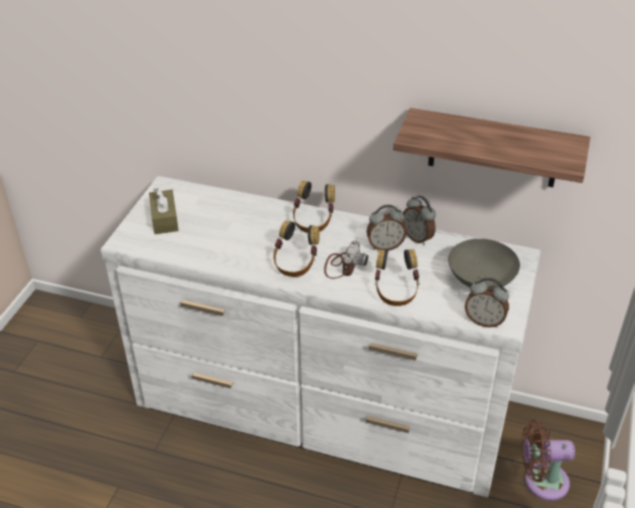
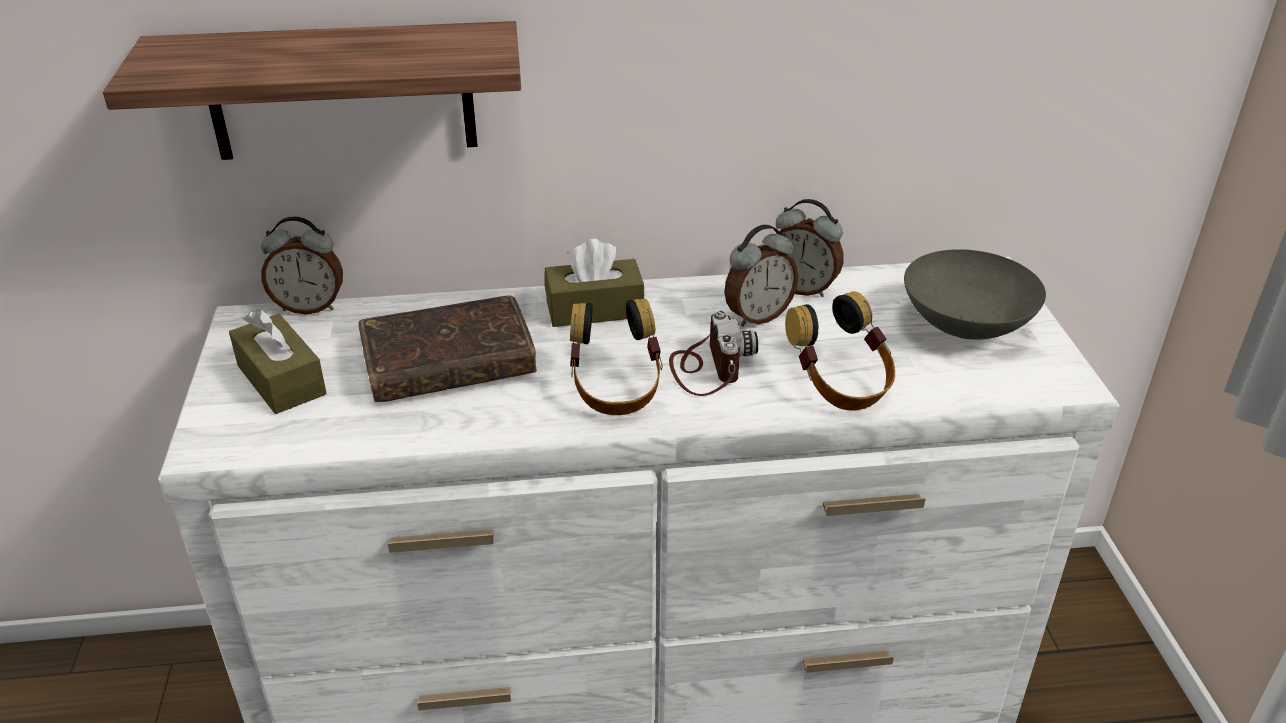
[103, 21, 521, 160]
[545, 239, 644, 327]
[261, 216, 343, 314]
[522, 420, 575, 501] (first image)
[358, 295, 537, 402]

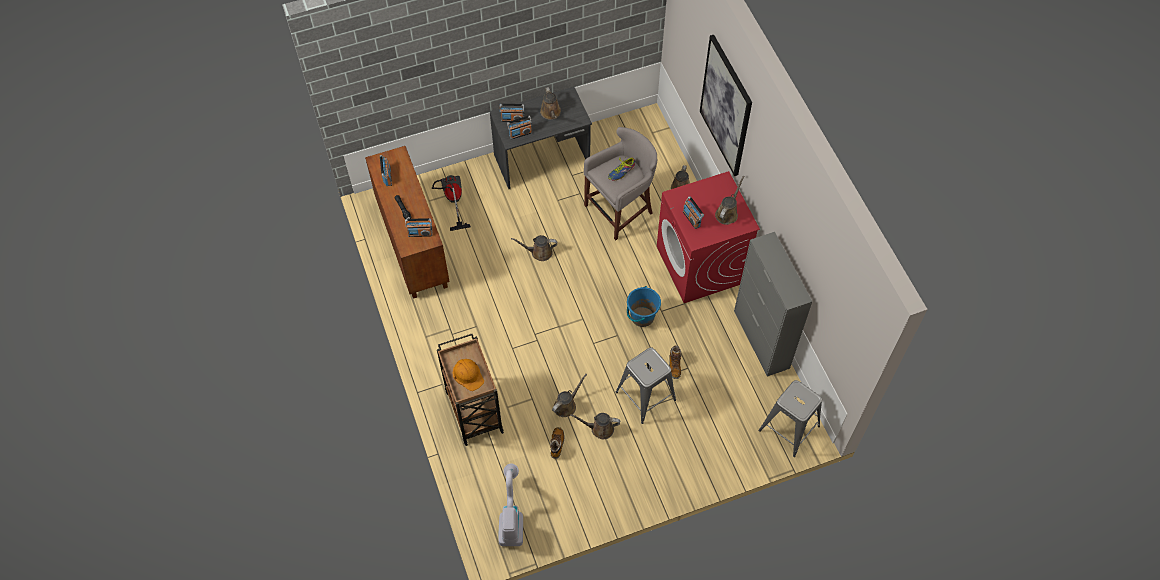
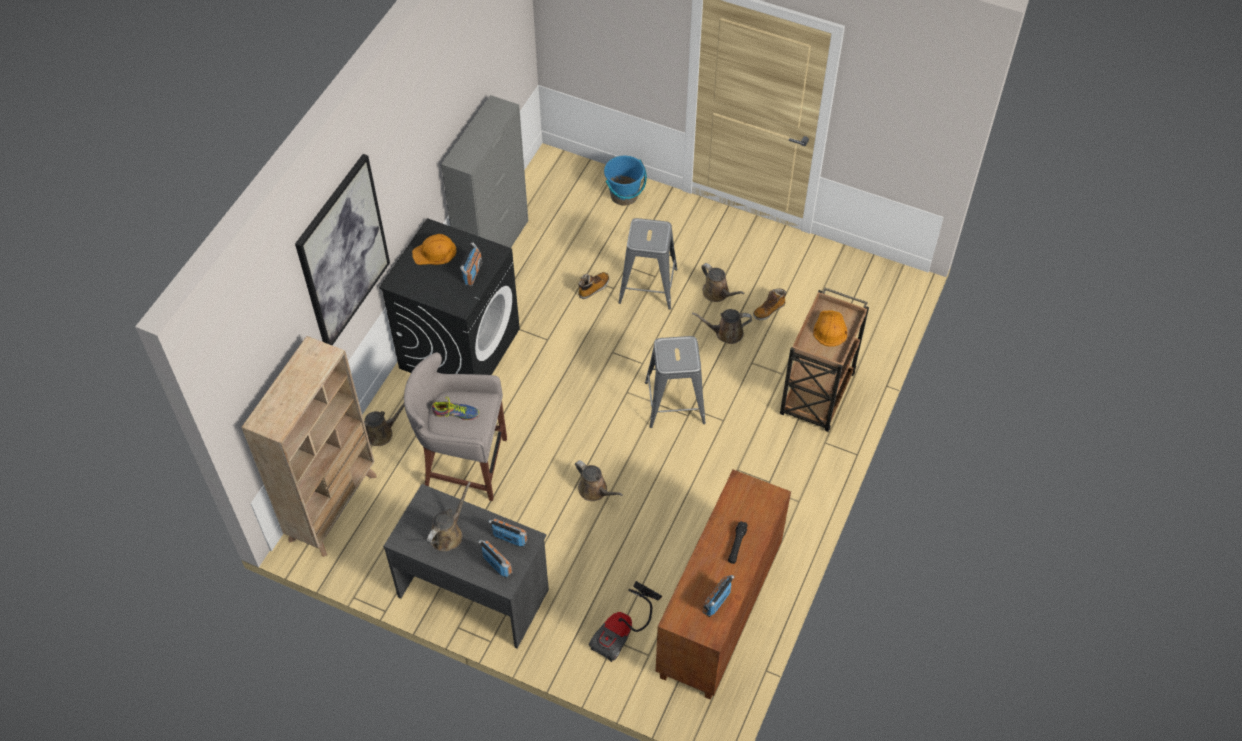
[379, 218, 520, 375]
[412, 234, 457, 265]
[405, 218, 432, 237] (first image)
[604, 156, 647, 206]
[645, 336, 706, 428]
[498, 464, 523, 546] (first image)
[242, 336, 377, 557]

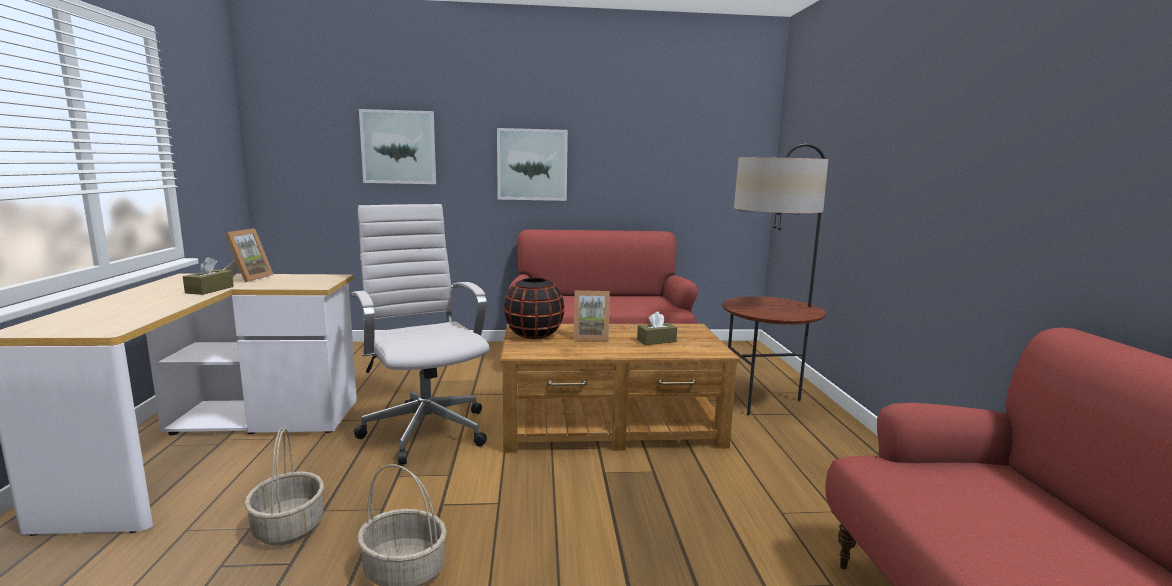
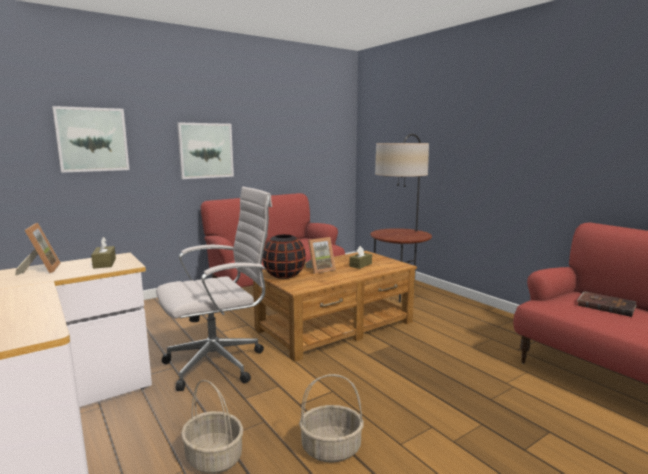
[156, 187, 272, 391]
[91, 237, 116, 269]
[577, 292, 637, 317]

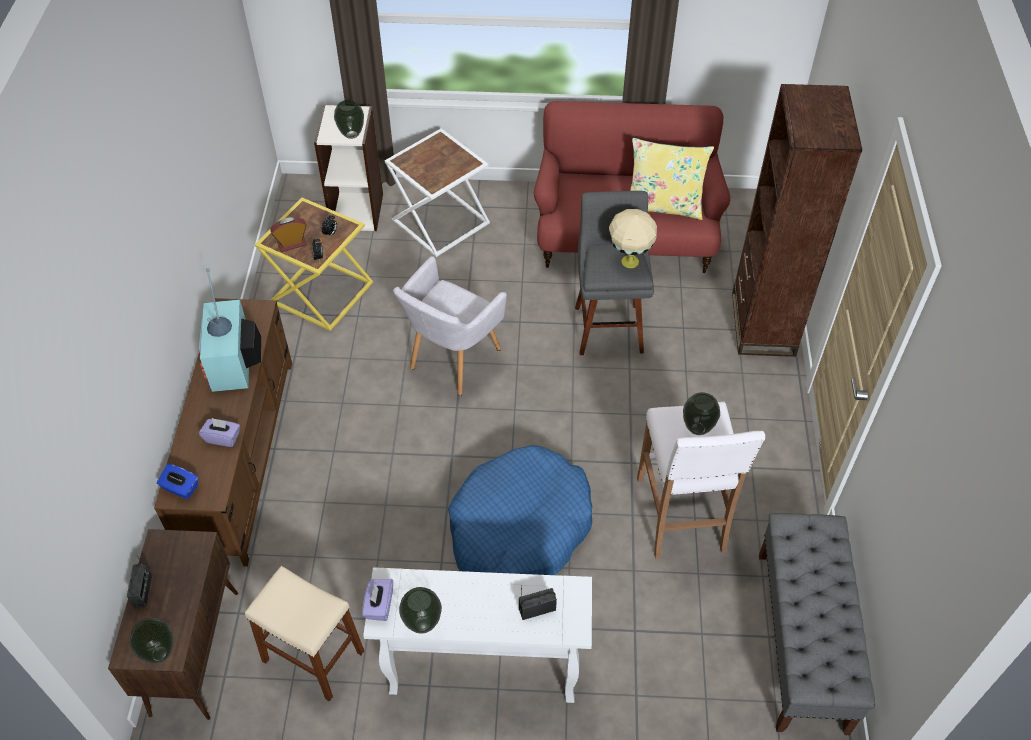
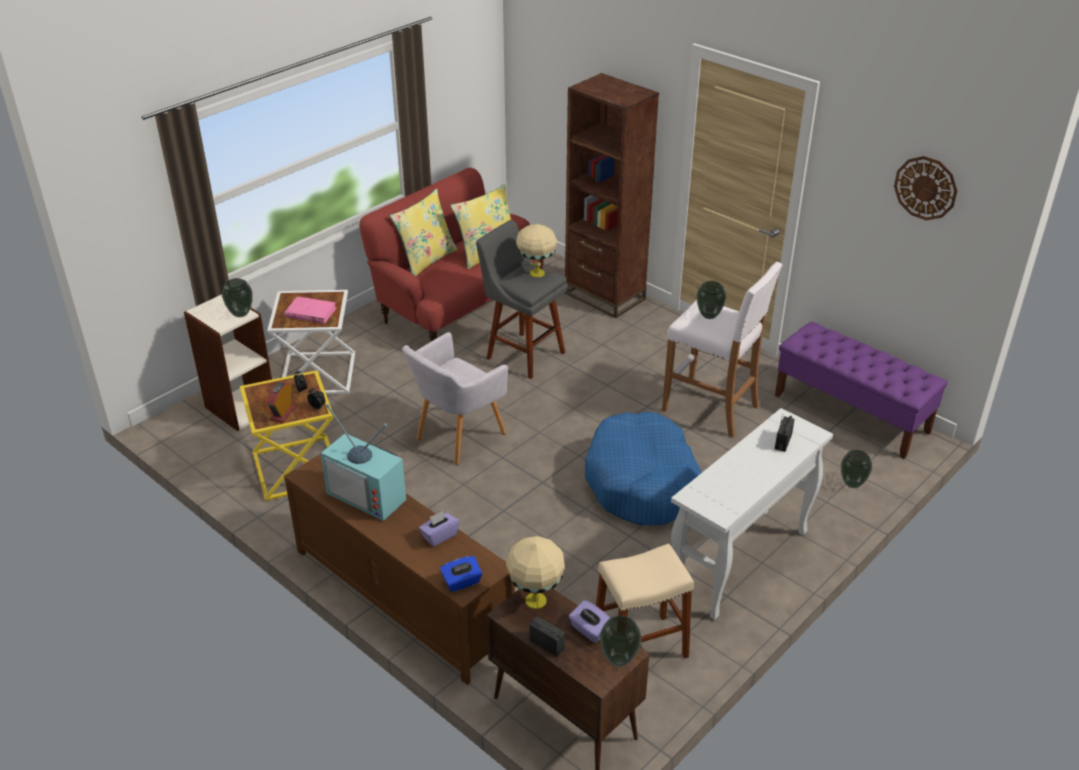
[402, 332, 508, 465]
[775, 322, 948, 459]
[569, 600, 610, 643]
[841, 450, 872, 488]
[894, 156, 958, 220]
[390, 189, 458, 276]
[284, 296, 337, 324]
[506, 536, 565, 609]

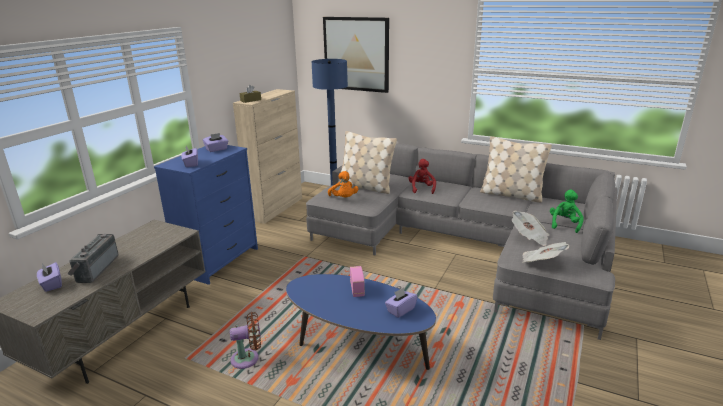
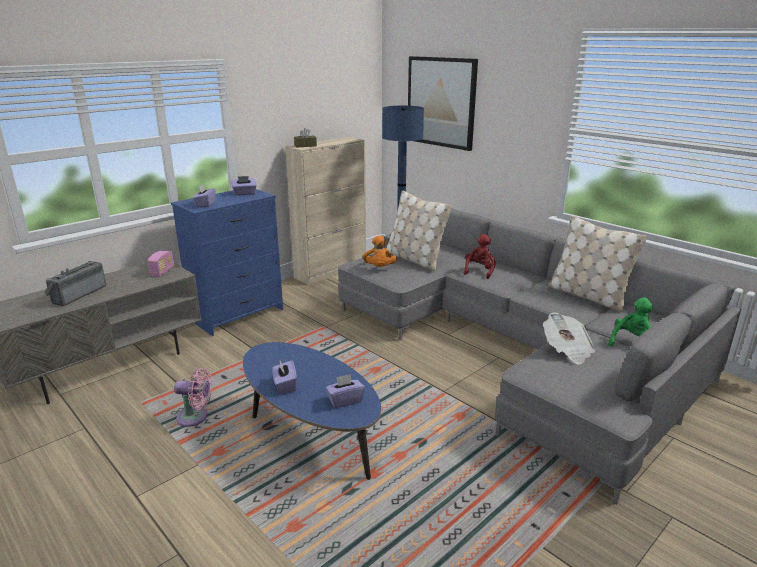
[522, 242, 569, 263] (first image)
[272, 360, 297, 394]
[147, 251, 174, 277]
[174, 368, 212, 427]

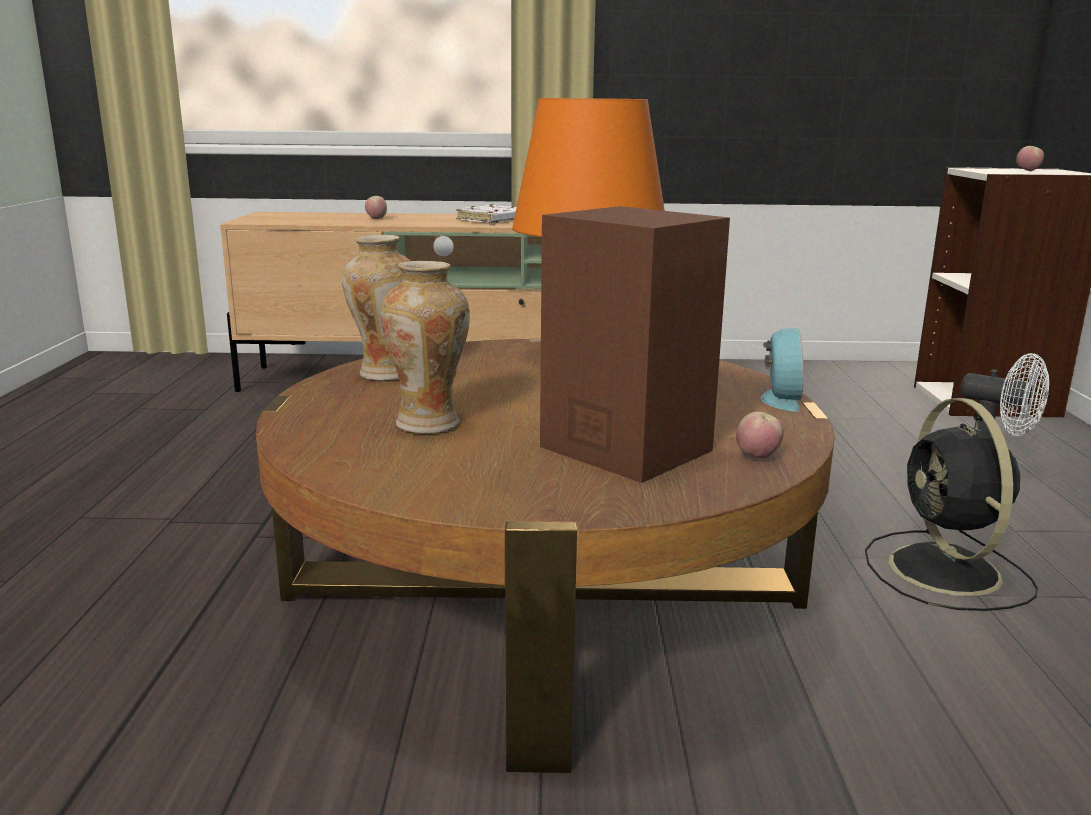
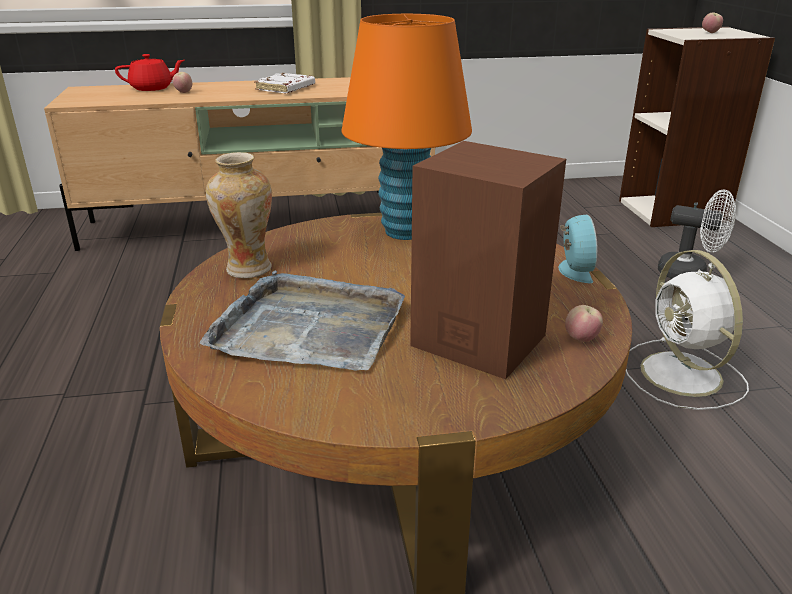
[200, 271, 405, 370]
[626, 250, 749, 410]
[115, 54, 184, 91]

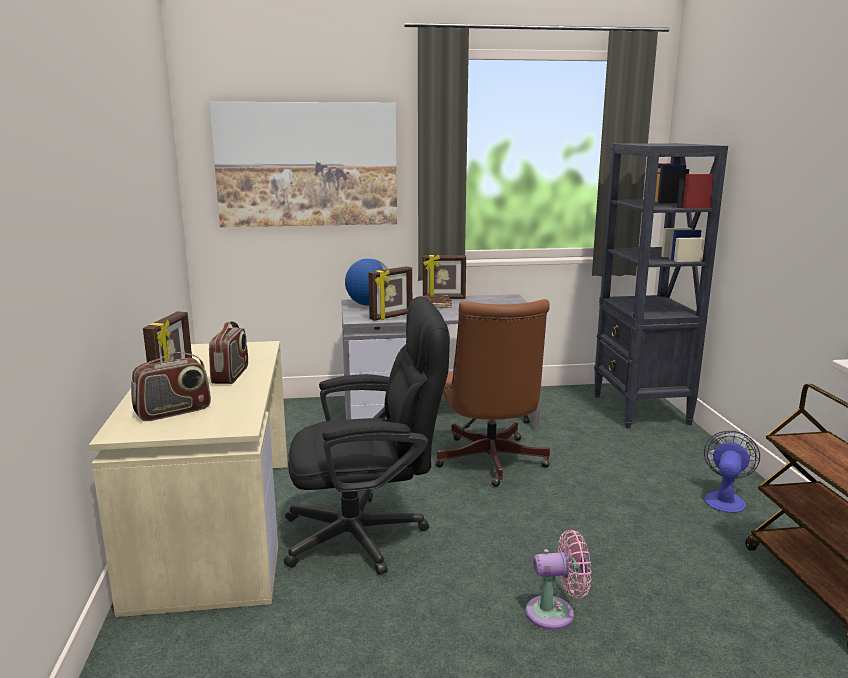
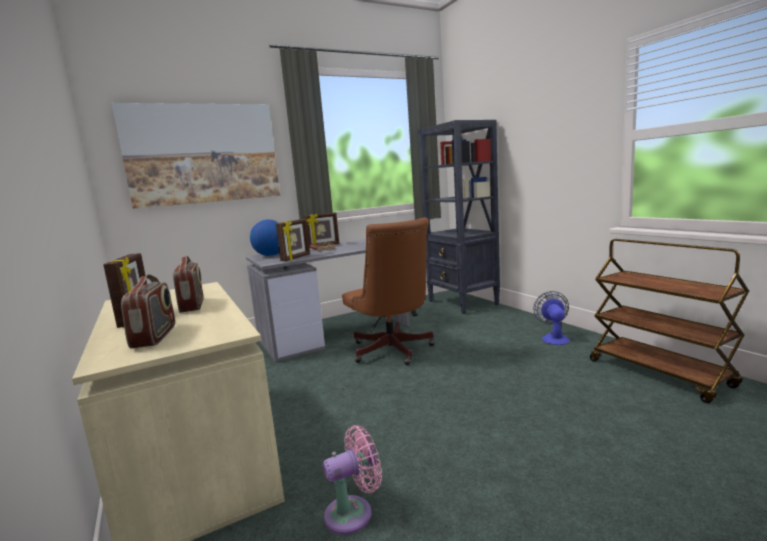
[284, 296, 450, 575] (first image)
[121, 274, 175, 348]
[322, 425, 382, 535]

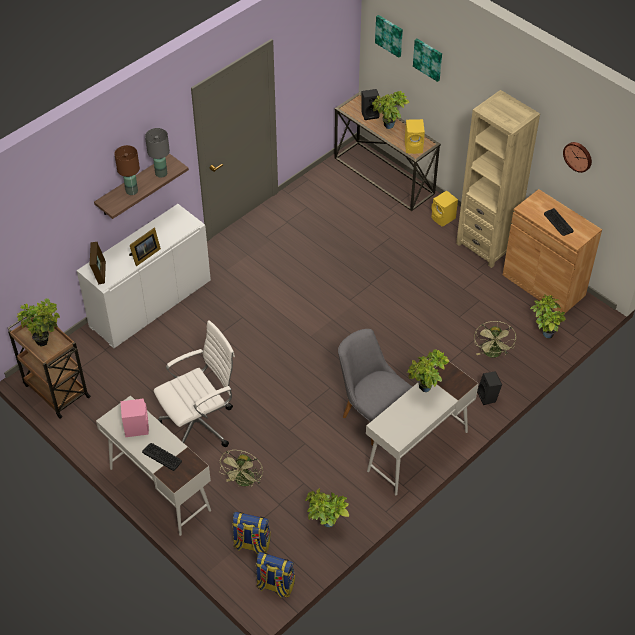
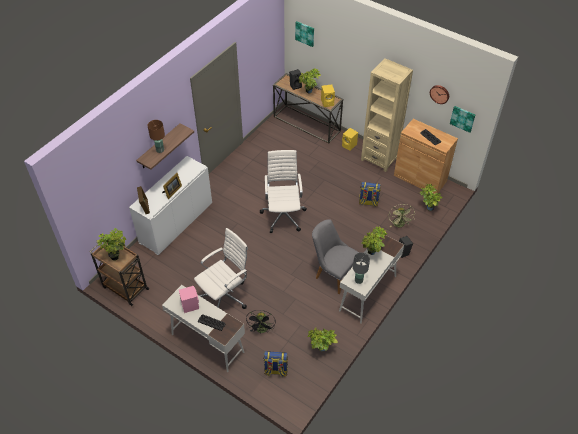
[450, 106, 475, 133]
[353, 253, 370, 284]
[246, 310, 276, 334]
[359, 182, 381, 207]
[260, 150, 307, 233]

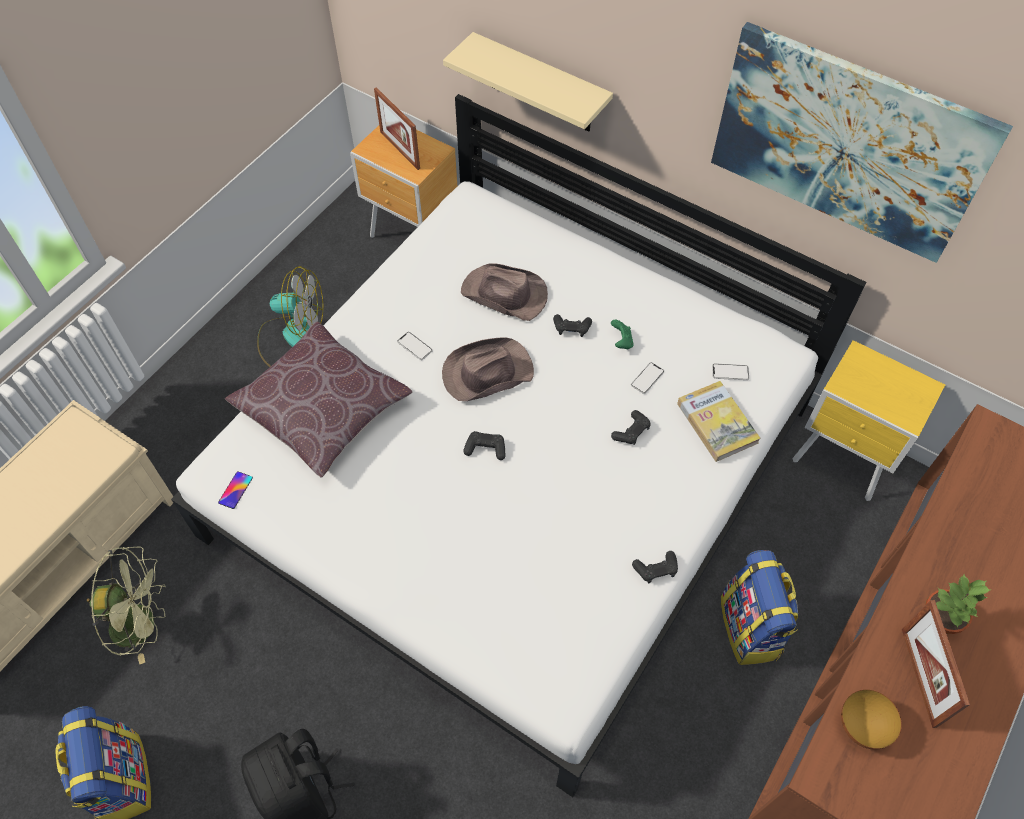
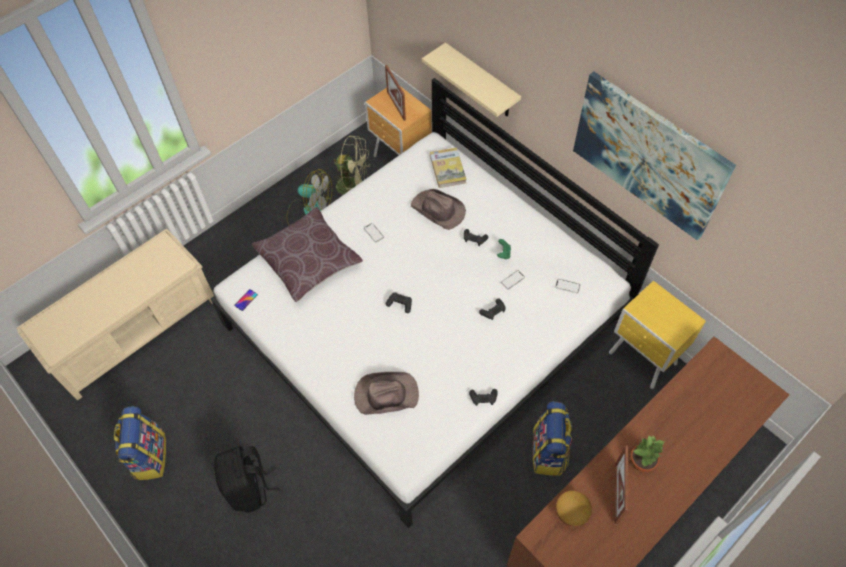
[354, 372, 419, 415]
[430, 147, 467, 188]
[331, 135, 369, 195]

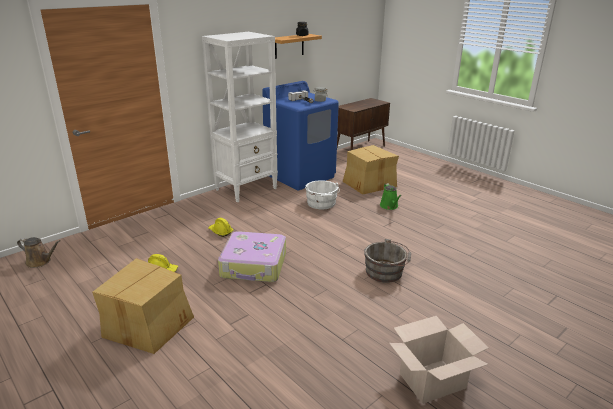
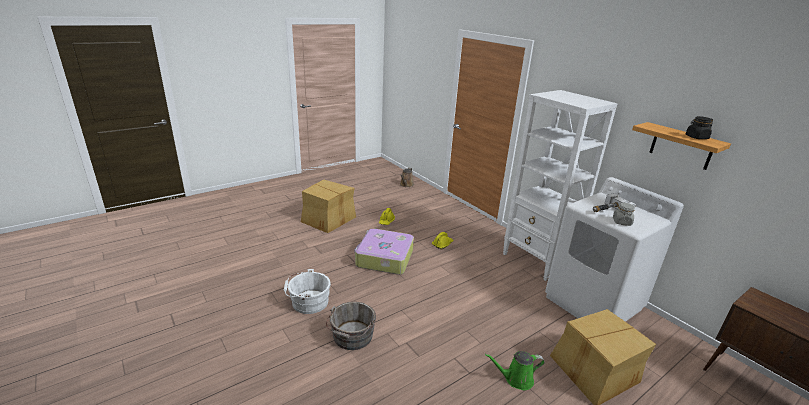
[545, 177, 684, 322]
[284, 269, 331, 314]
[389, 316, 489, 404] (first image)

